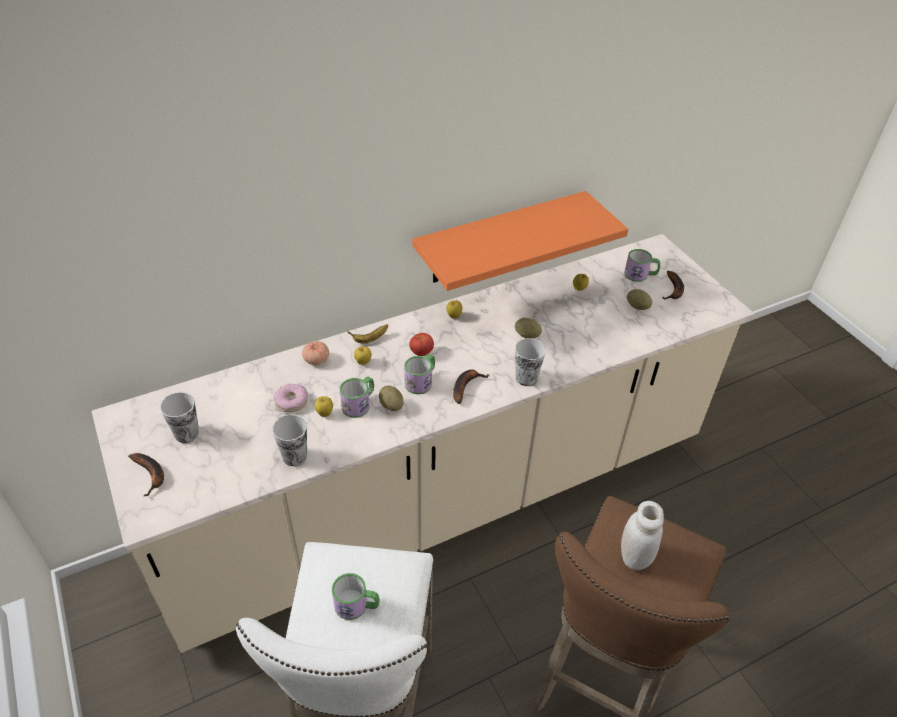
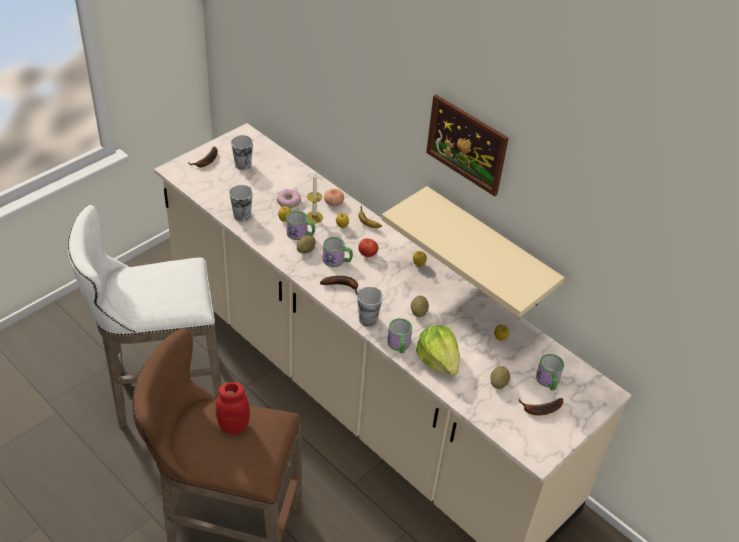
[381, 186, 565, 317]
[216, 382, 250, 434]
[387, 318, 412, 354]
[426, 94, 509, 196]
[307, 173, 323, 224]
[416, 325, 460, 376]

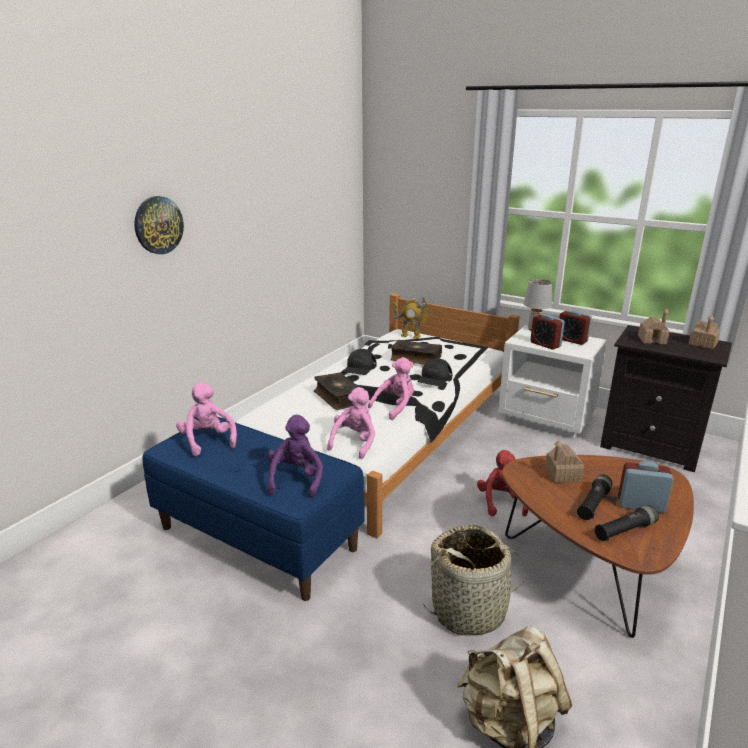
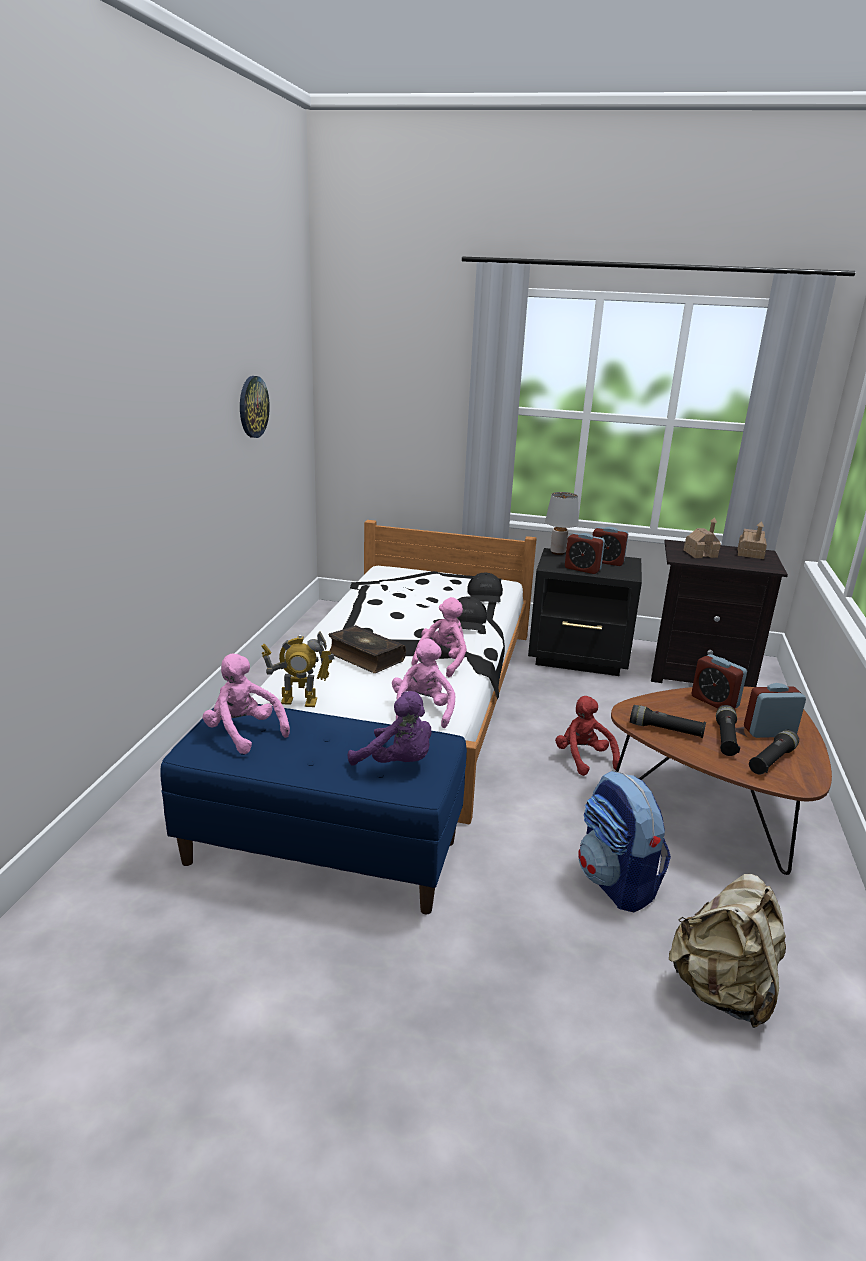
[240, 376, 270, 438]
[261, 631, 335, 707]
[528, 548, 642, 676]
[390, 340, 442, 365] (first image)
[467, 573, 503, 602]
[348, 691, 432, 765]
[545, 440, 584, 483] (first image)
[578, 771, 671, 912]
[691, 654, 747, 709]
[630, 705, 706, 738]

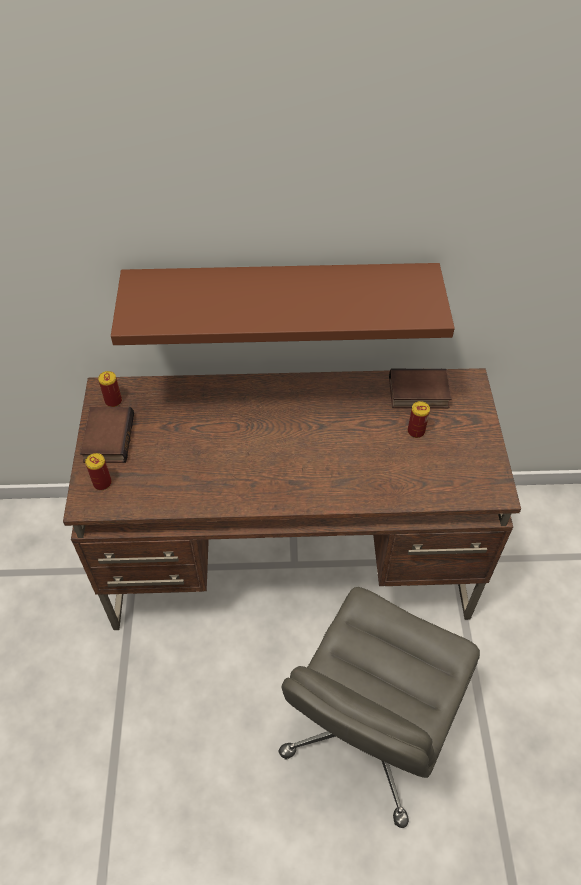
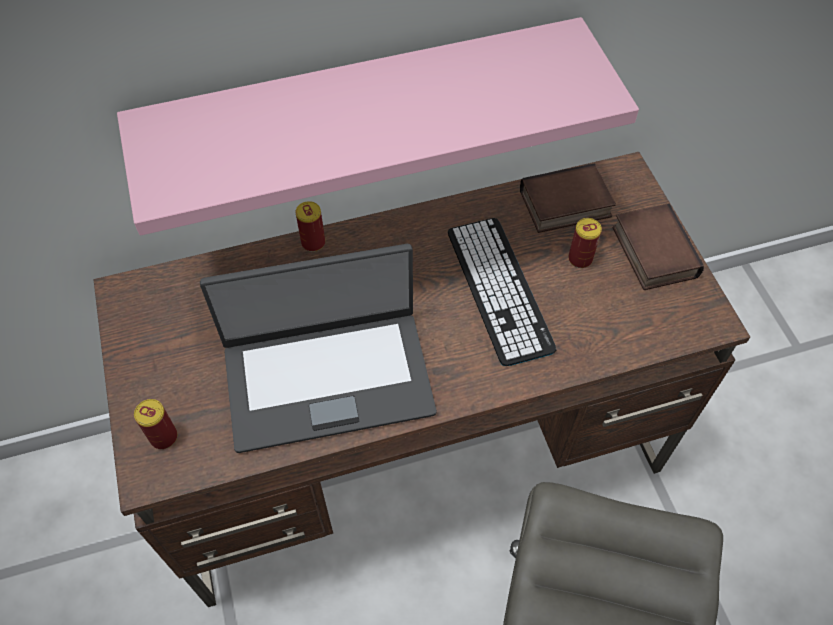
[117, 17, 639, 236]
[296, 201, 325, 252]
[613, 203, 704, 290]
[448, 218, 557, 366]
[200, 244, 437, 453]

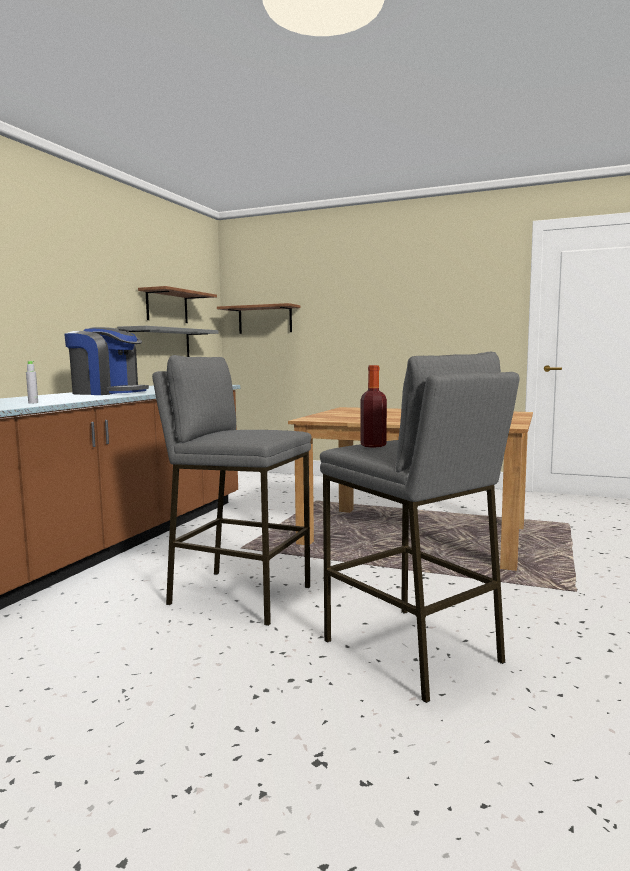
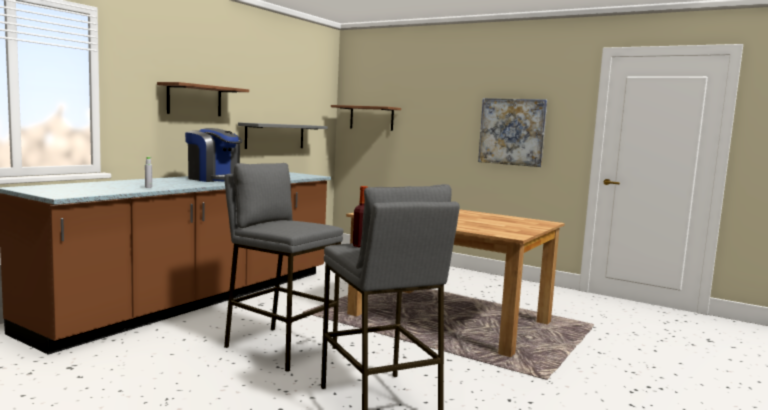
[157, 82, 249, 116]
[478, 98, 547, 167]

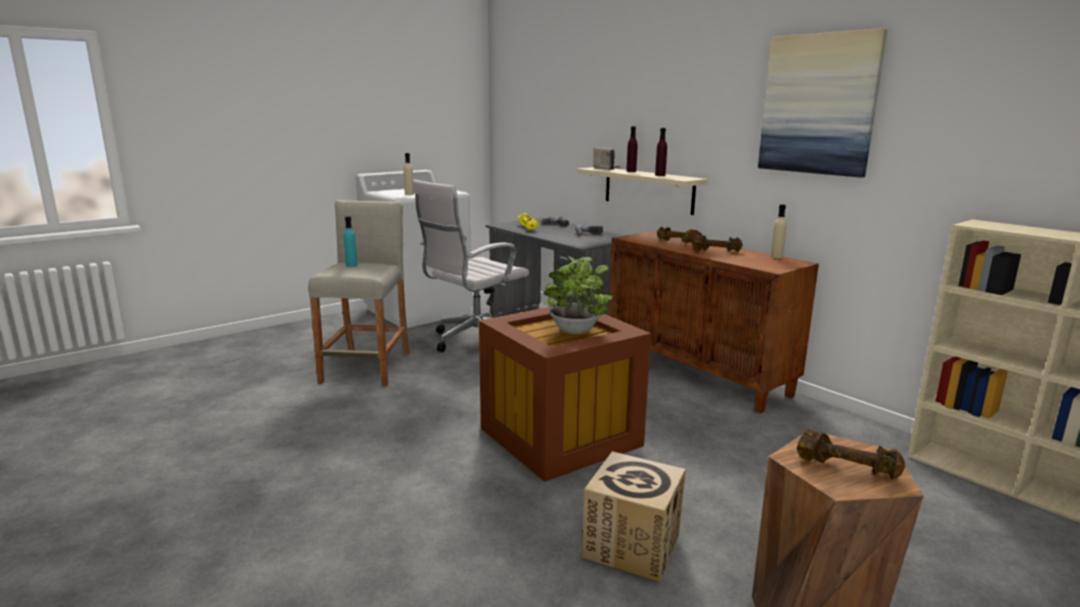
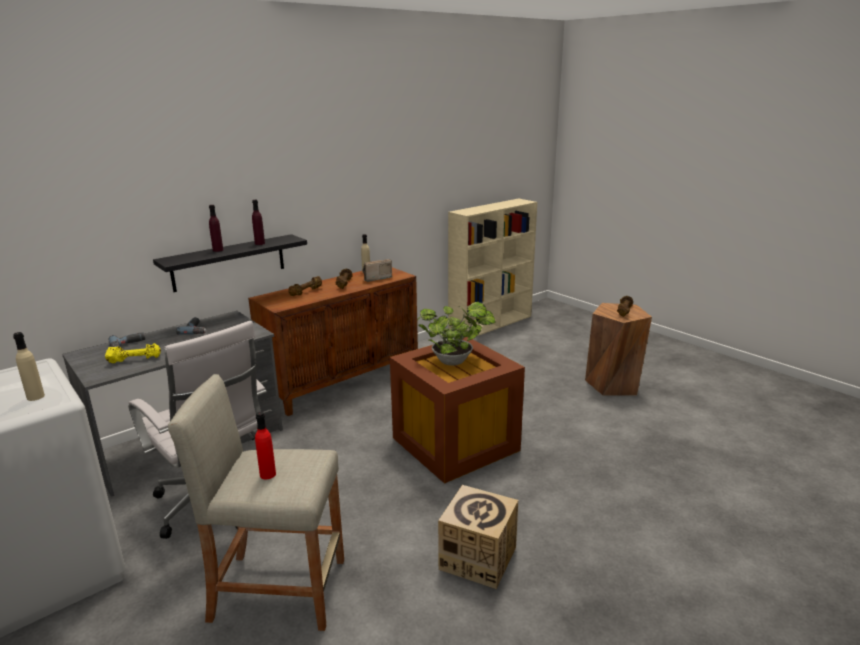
[758, 28, 887, 178] (first image)
[363, 259, 392, 282]
[153, 234, 307, 292]
[255, 411, 276, 479]
[438, 485, 518, 589]

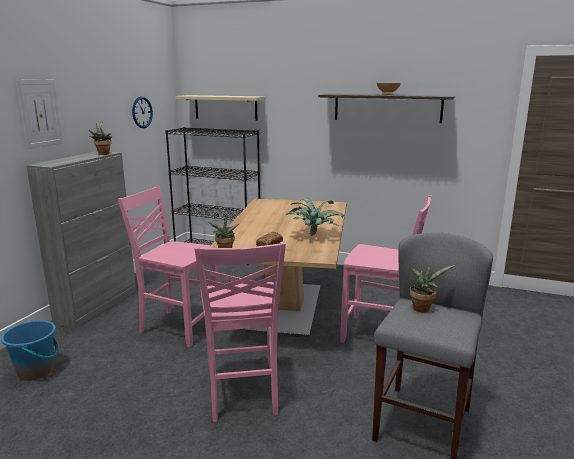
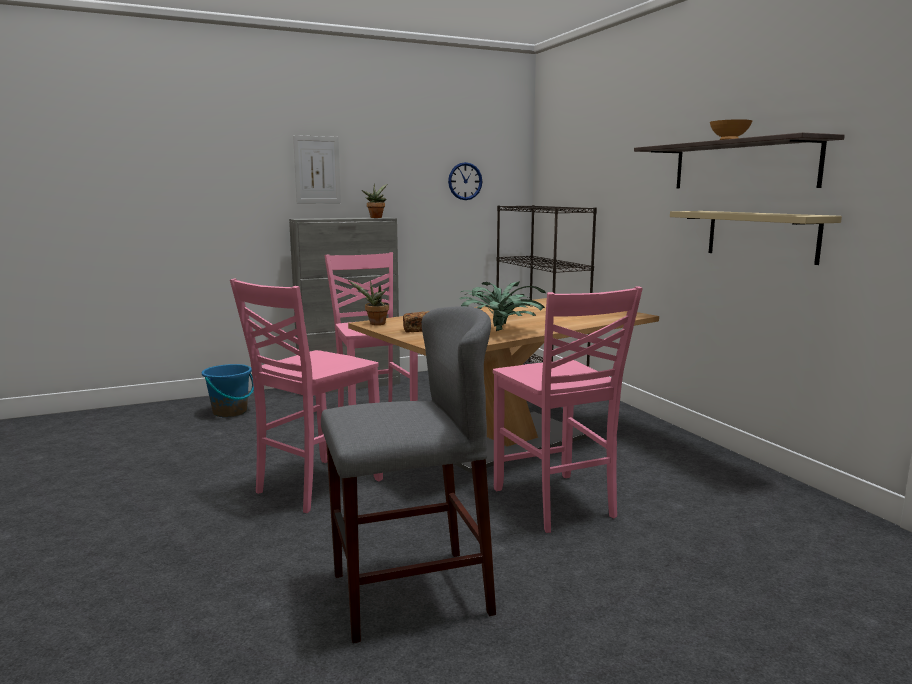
[670, 211, 842, 265]
[410, 263, 455, 313] (first image)

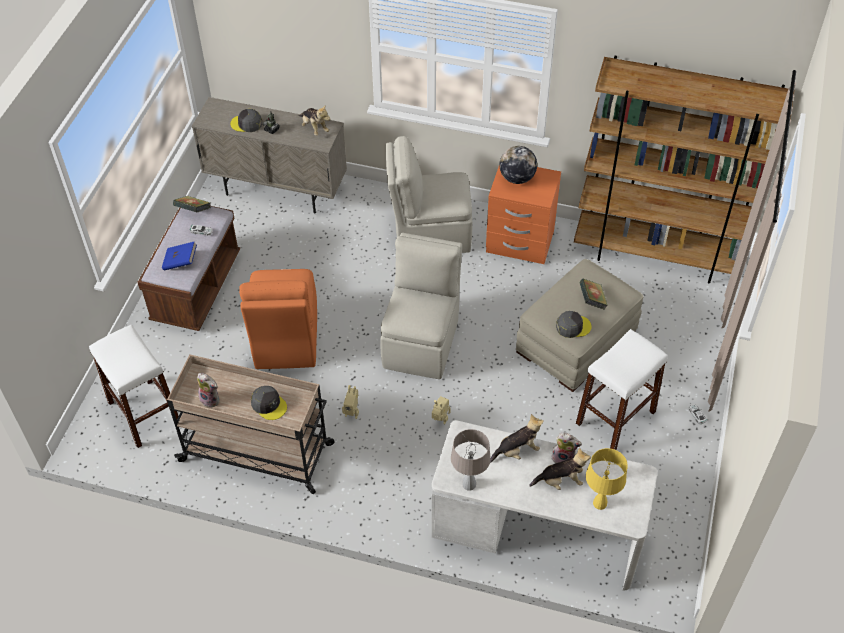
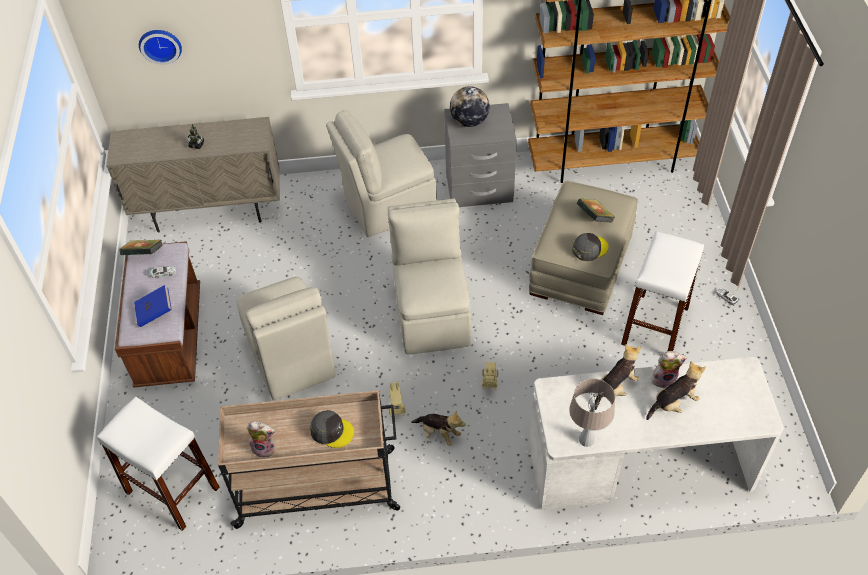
[411, 410, 466, 446]
[230, 109, 262, 132] (first image)
[444, 103, 517, 207]
[236, 277, 336, 400]
[586, 448, 628, 510] (first image)
[139, 30, 182, 65]

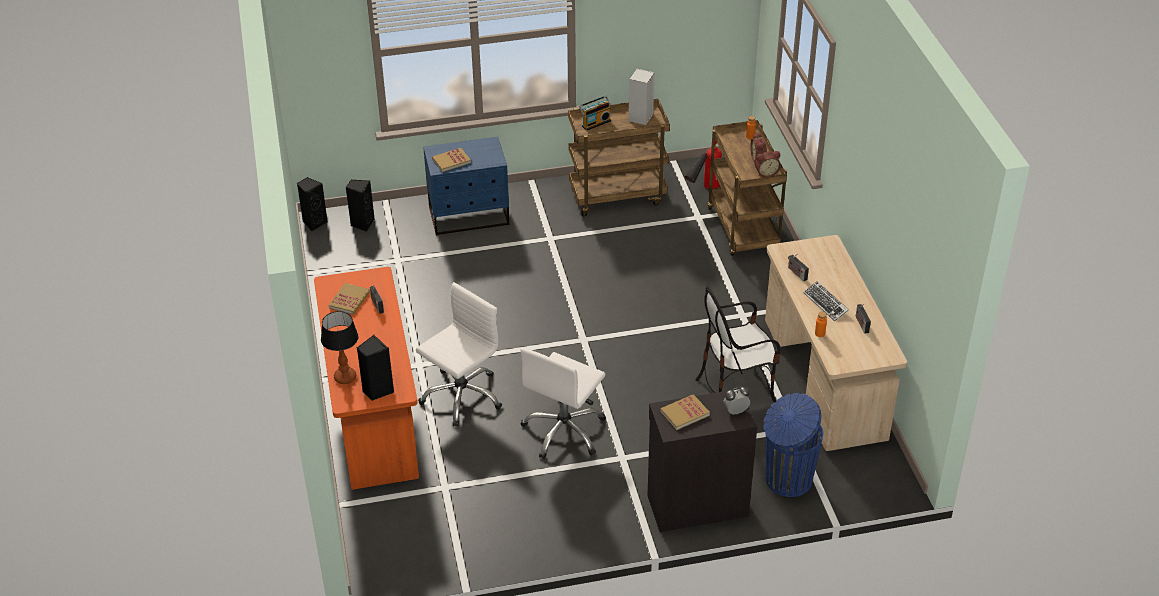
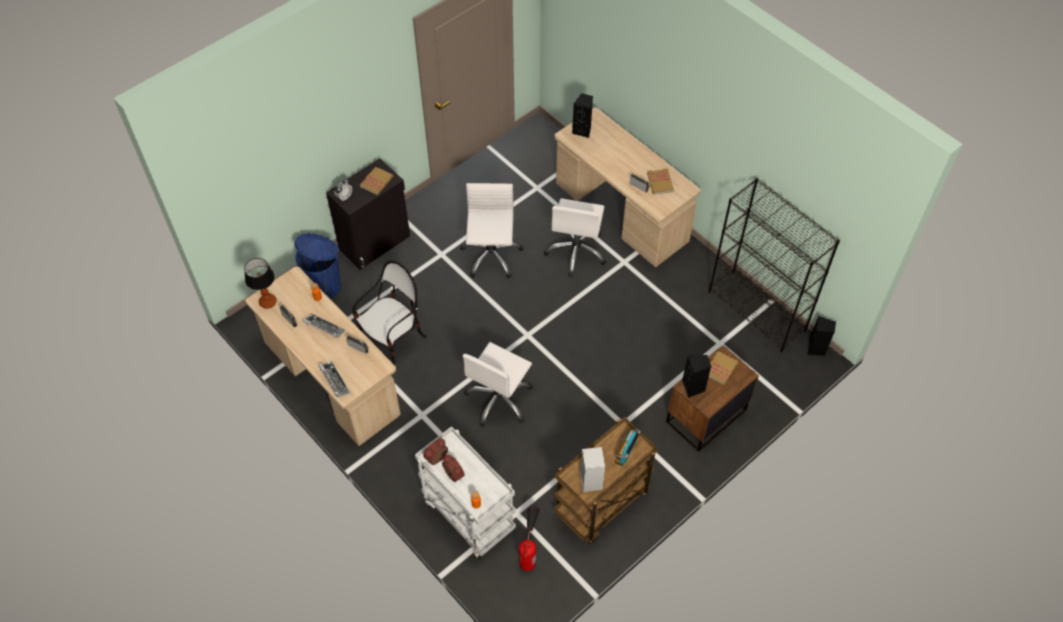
[415, 426, 516, 559]
[667, 345, 759, 452]
[682, 355, 712, 398]
[554, 107, 701, 267]
[244, 258, 277, 309]
[709, 178, 840, 352]
[462, 342, 532, 427]
[318, 361, 351, 397]

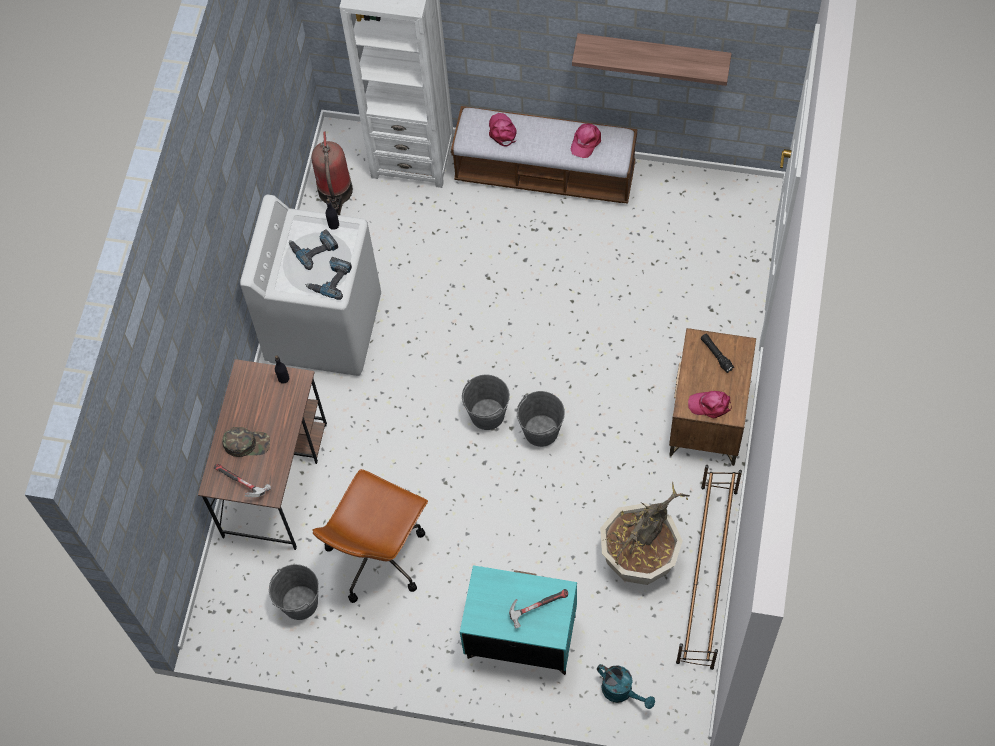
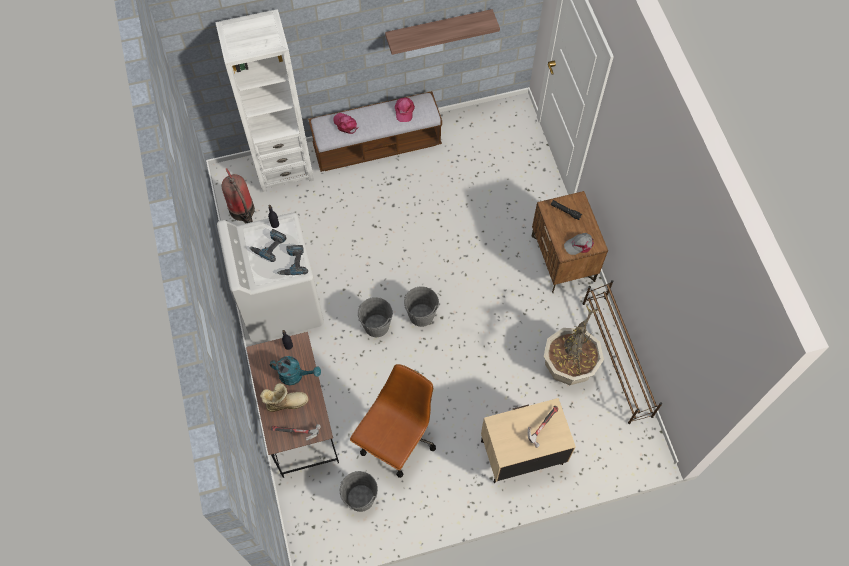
[358, 297, 393, 337]
[564, 233, 594, 255]
[260, 383, 308, 412]
[350, 364, 436, 478]
[481, 398, 576, 484]
[270, 356, 321, 385]

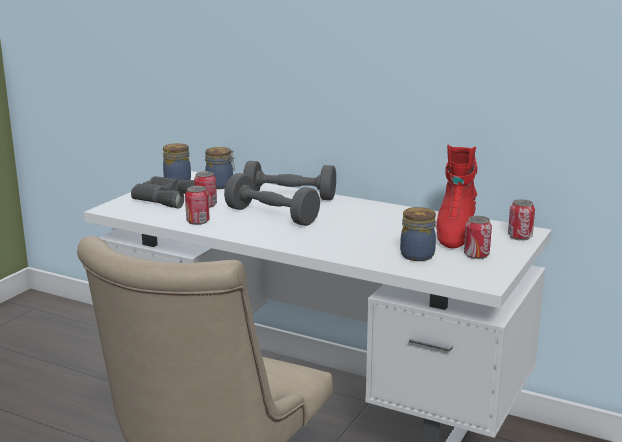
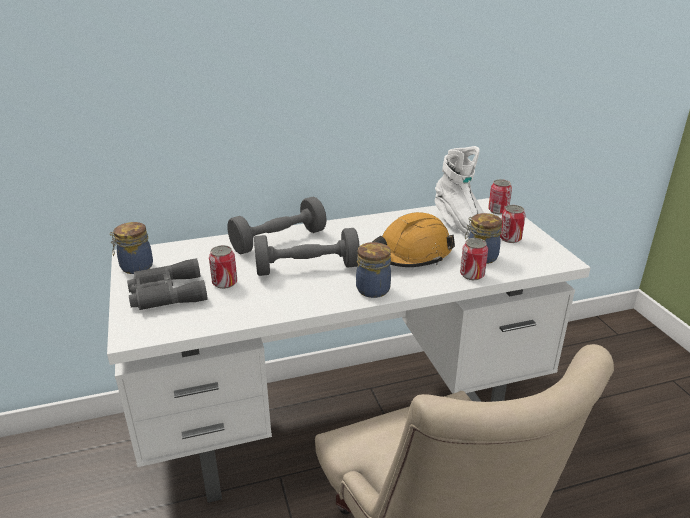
[435, 146, 484, 236]
[356, 242, 391, 298]
[460, 238, 488, 280]
[372, 212, 455, 267]

